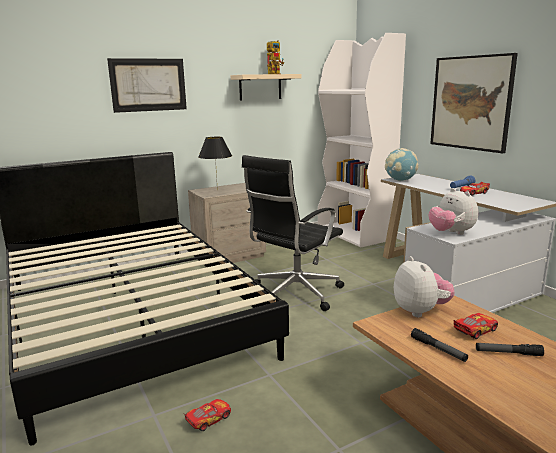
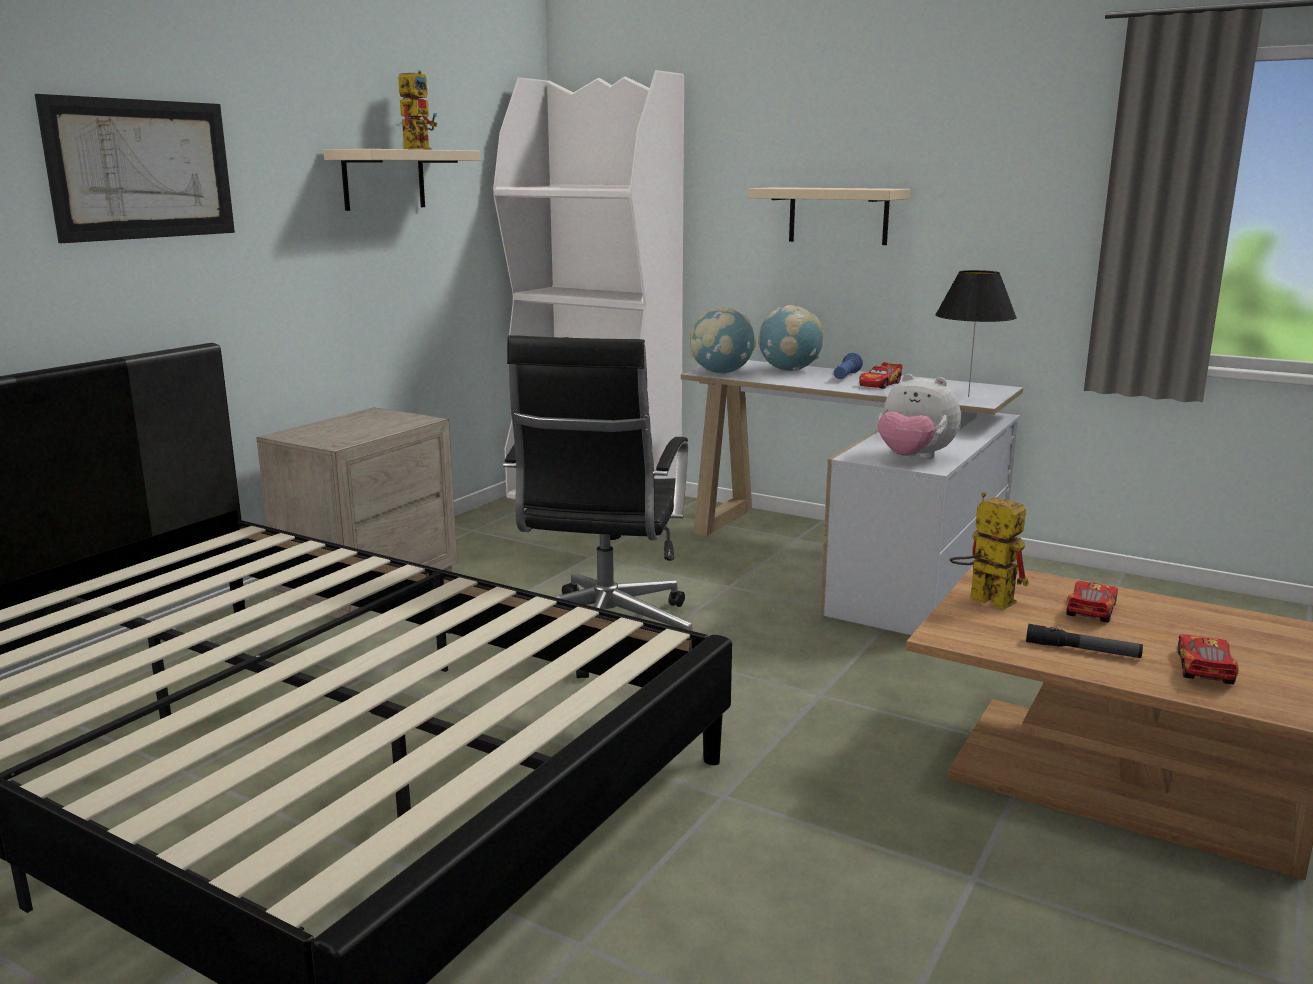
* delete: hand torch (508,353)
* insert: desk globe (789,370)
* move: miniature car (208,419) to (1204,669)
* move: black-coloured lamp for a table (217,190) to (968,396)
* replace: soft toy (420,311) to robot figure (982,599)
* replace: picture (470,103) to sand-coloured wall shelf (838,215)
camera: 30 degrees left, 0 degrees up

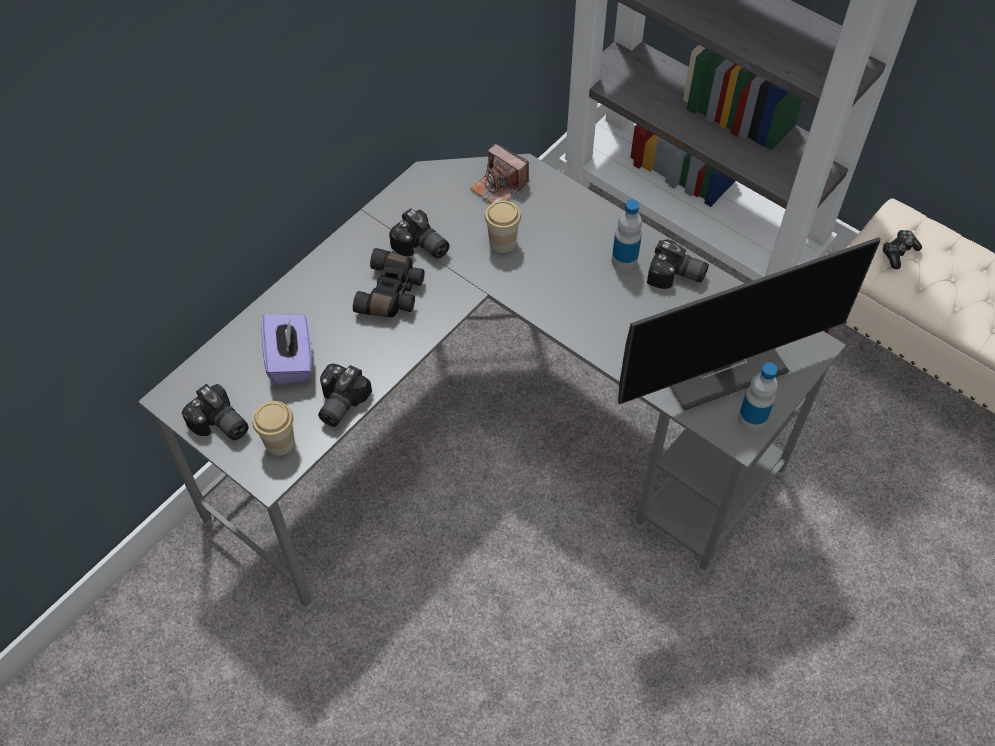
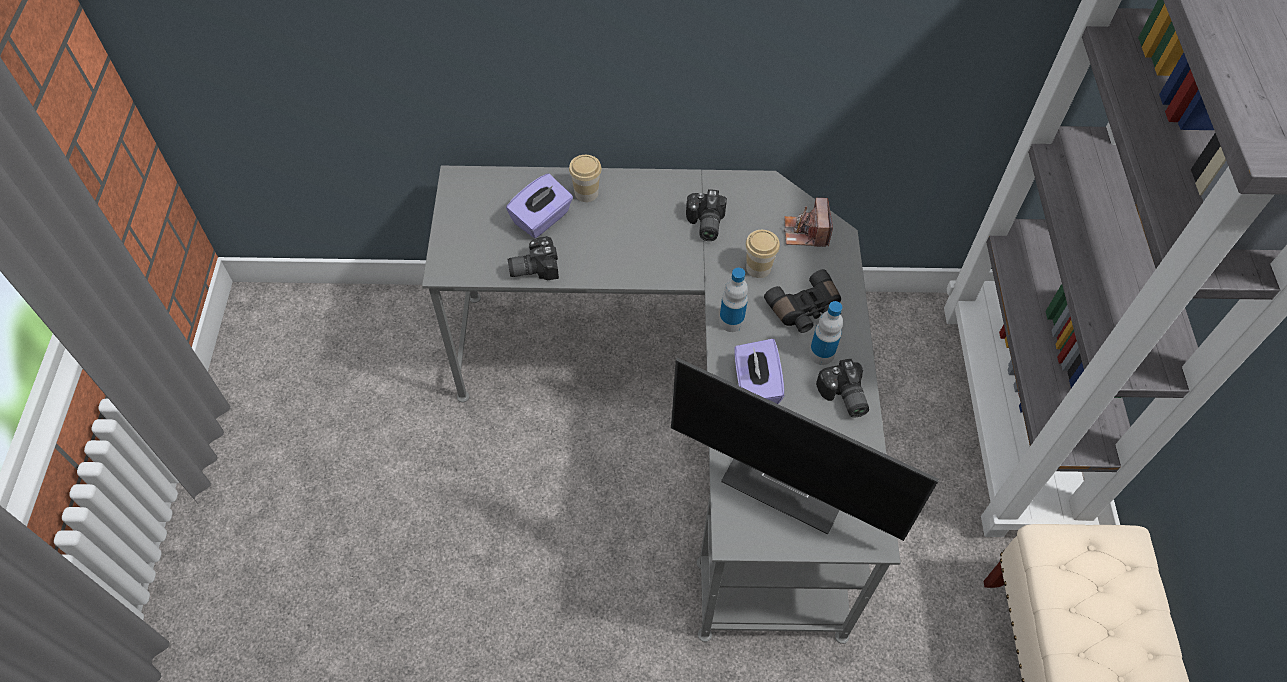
* delete: still camera (219,425)
* delete: game controller (898,252)
* insert: purple box of tissues (755,385)
* move: drinking cup (279,442) to (586,193)
* move: black-coloured binoculars (392,293) to (806,311)
* move: bottle (752,419) to (731,321)
camera: 50 degrees right, 0 degrees up

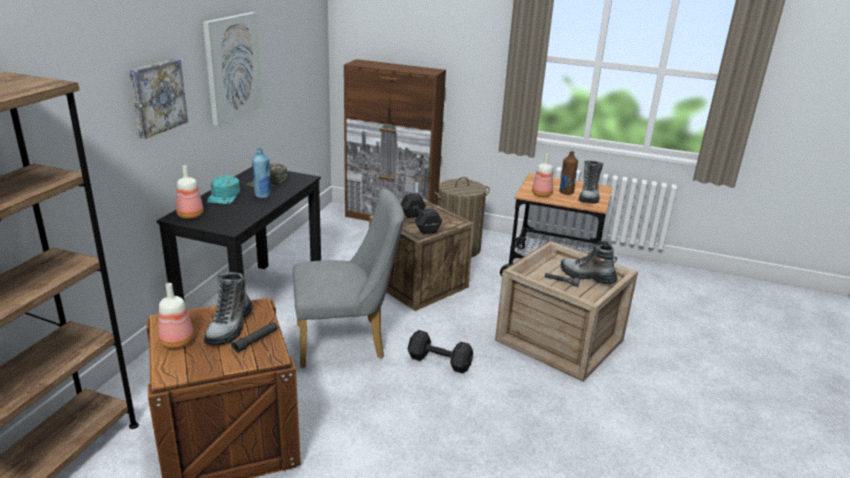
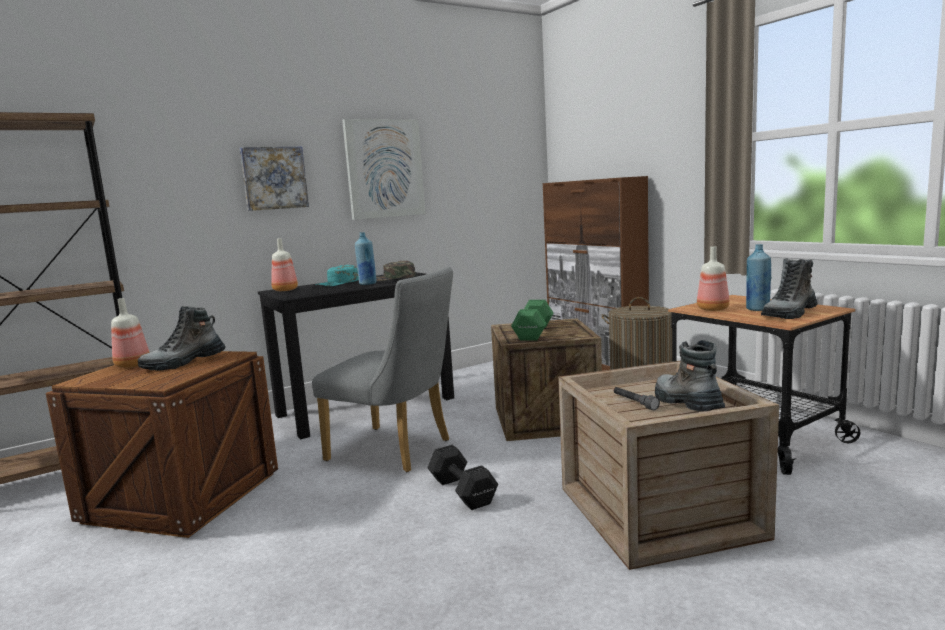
* delete: black-coloured hand torch (256,340)
* recolor: black-coloured hand weight (420,224) to green hand weight (532,333)
* recolor: brownish bottle (566,192) to blue bottle (757,309)
camera: 40 degrees right, 15 degrees down

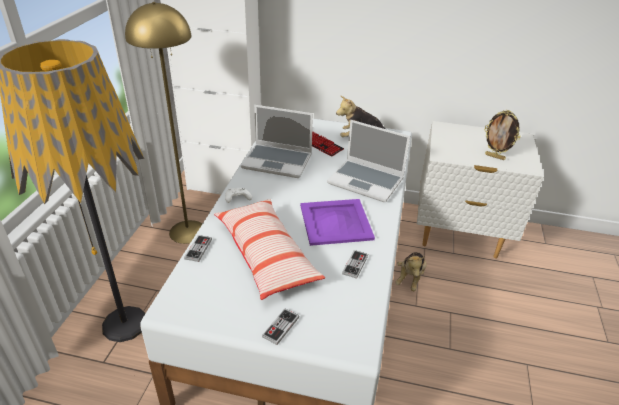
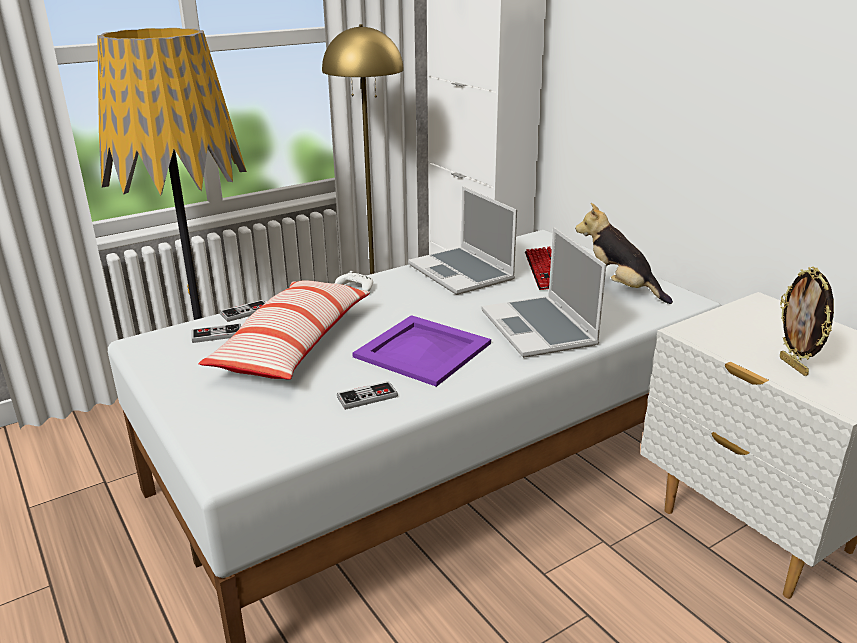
* delete: soft toy (410,278)
* move: game controller (280,327) to (217,335)
camera: 45 degrees right, 10 degrees down

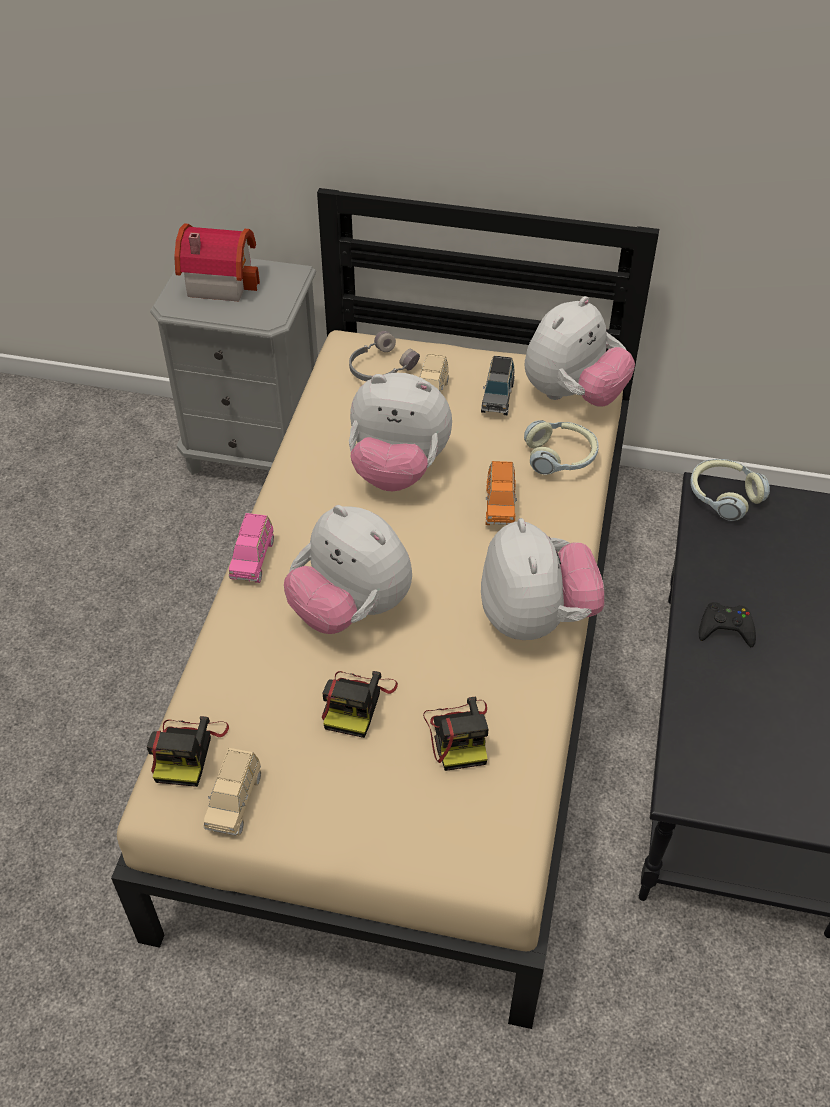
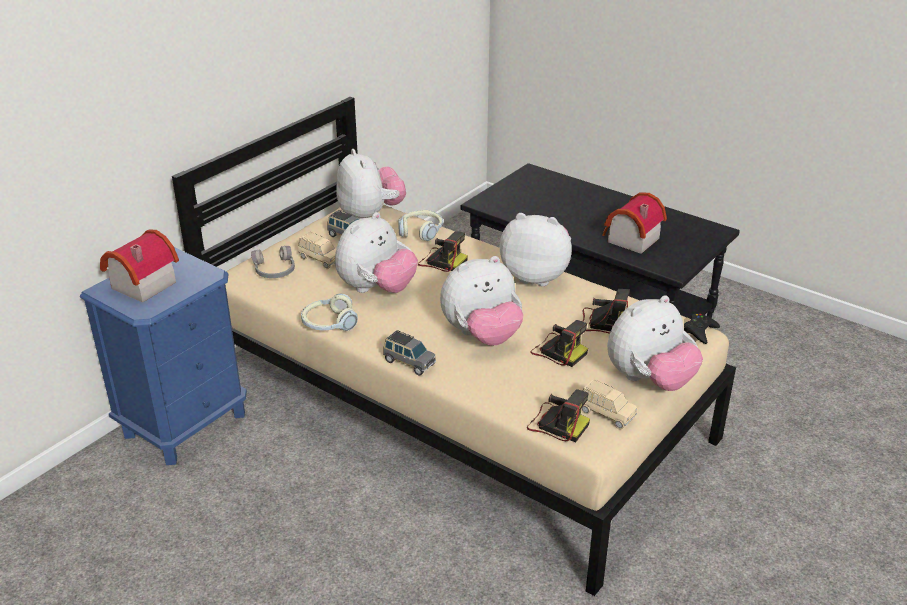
* insert: toy house (629,239)
* insert: soft toy (649,380)
* move: headphones (723,496) to (329,324)
* move: black-coloured game controller (725,628) to (700,331)
* replace: orange miniature car (500,505) to still camera (442,261)
* recolor: grey night table (255,451) to blue night table (185,424)
* recolor: pinkish miniature car (252,559) to grey miniature car (409,363)
camera: 65 degrees left, 15 degrees down

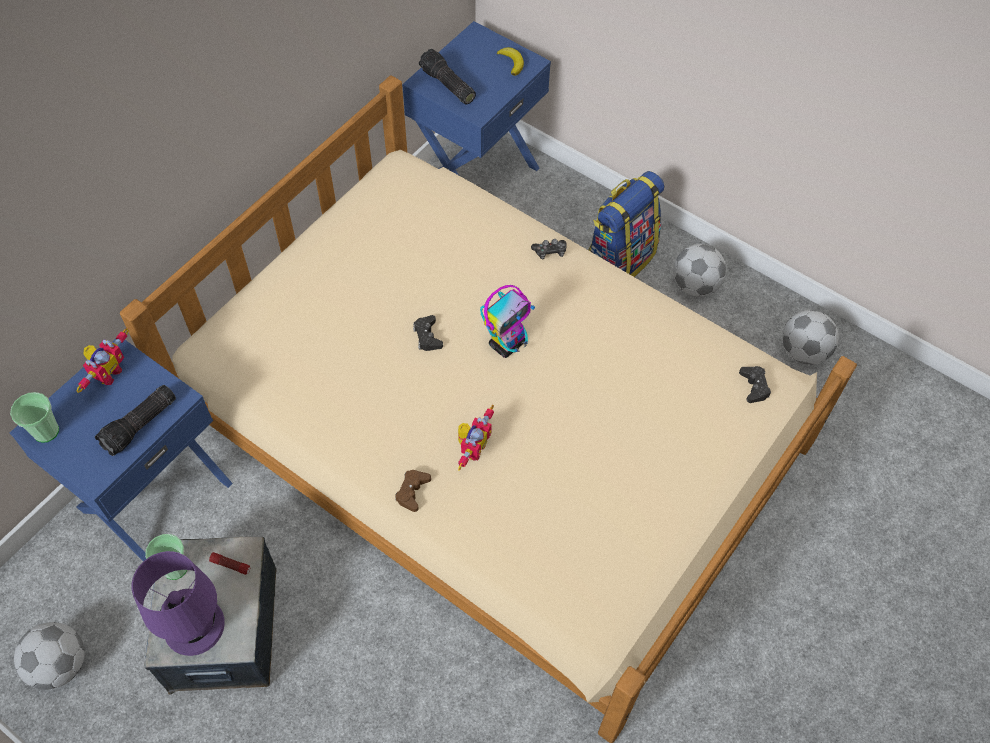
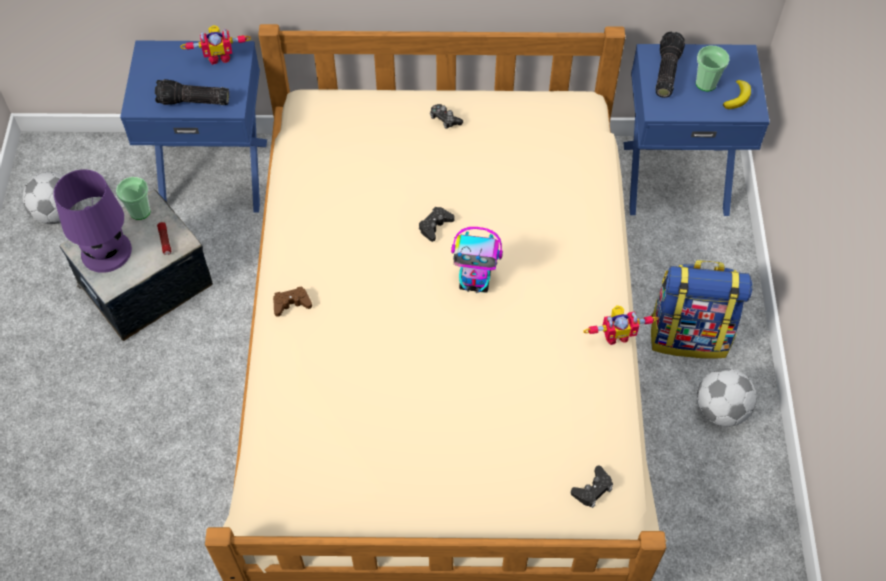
* delete: football (803,352)
* move: drinking cup (46,431) to (706,83)
* move: robot figure (472,448) to (616,334)
* move: game controller (550,252) to (444,119)
camera: 55 degrees right, 0 degrees up

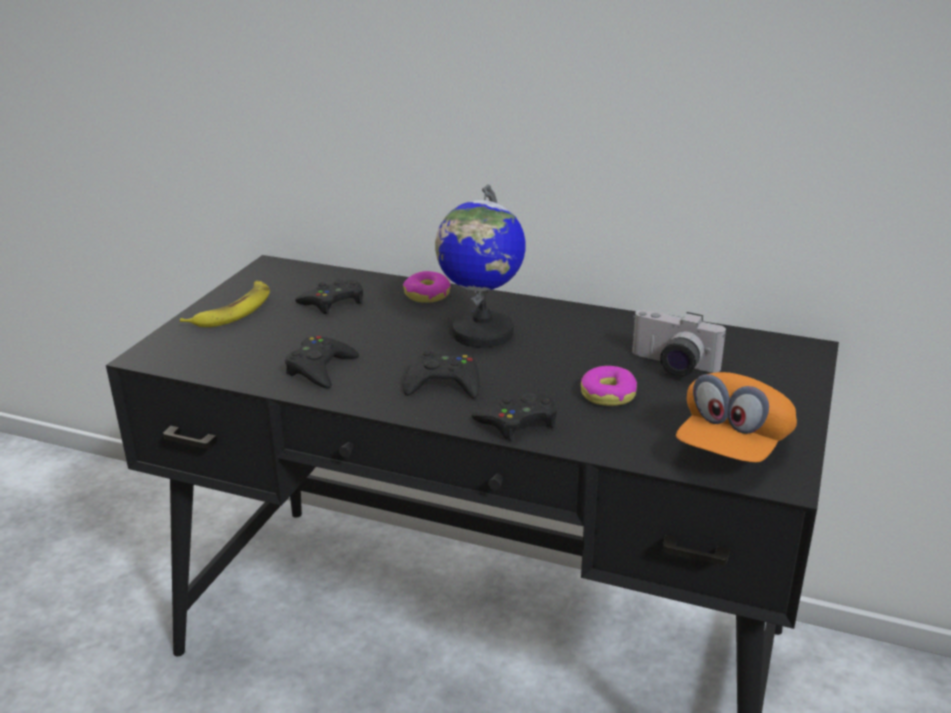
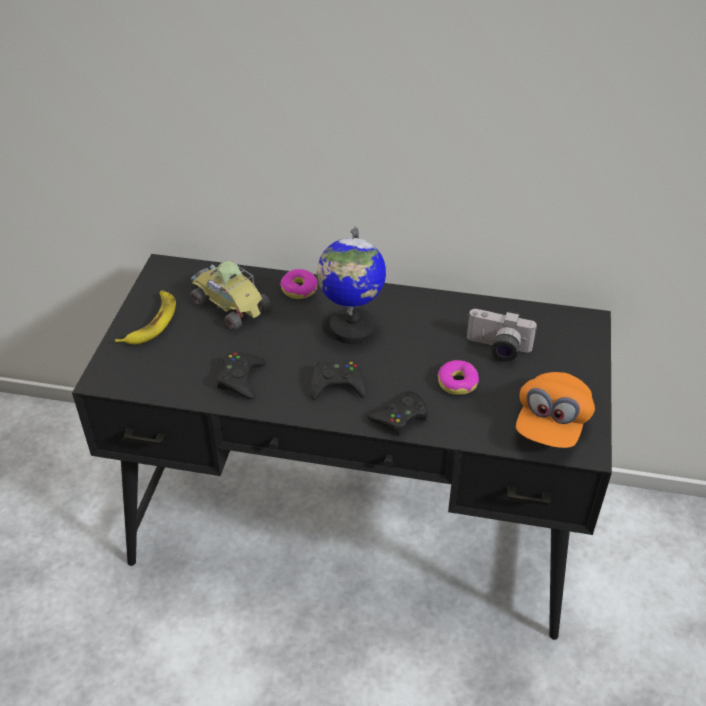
* replace: black-coloured game controller (333,302) to miniature car (228,305)
camera: 10 degrees left, 15 degrees up

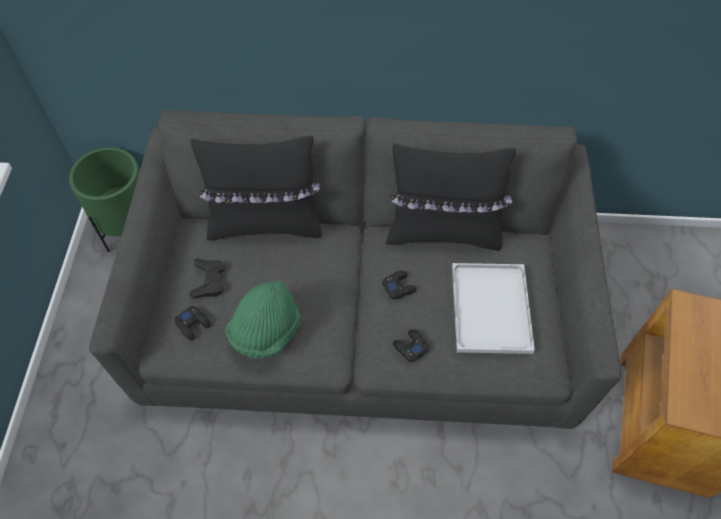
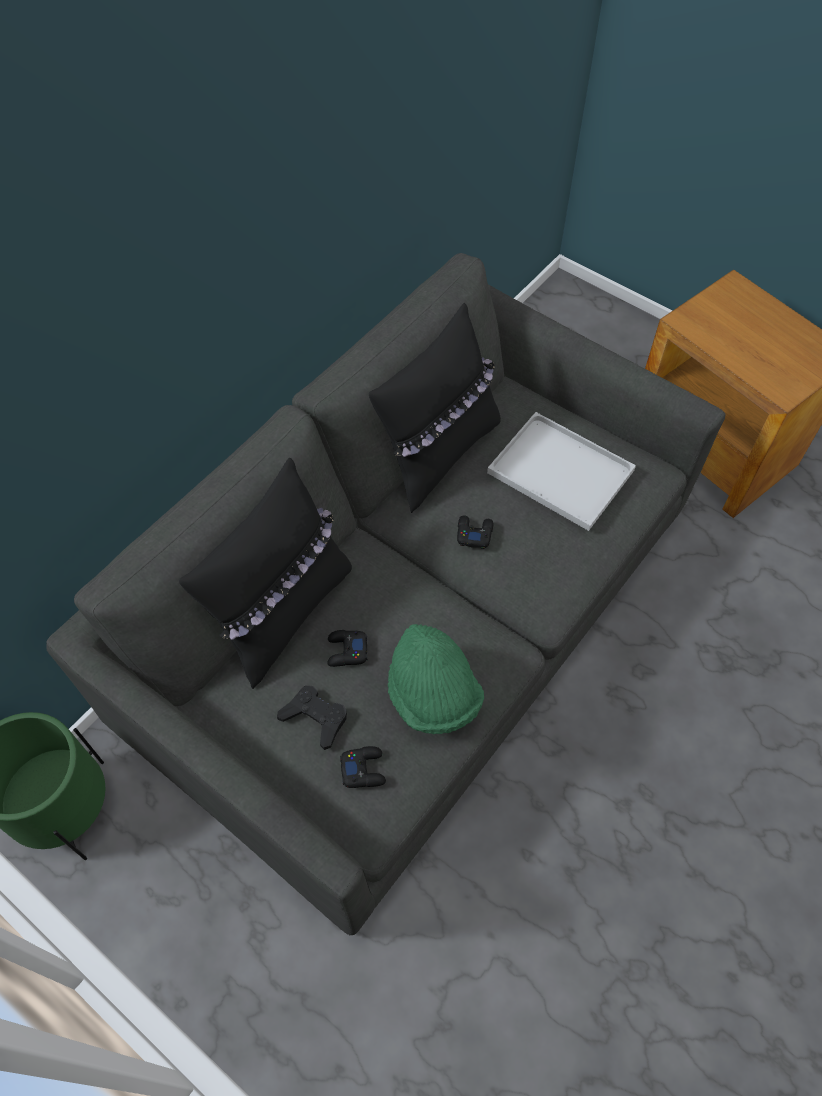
* move: black-coloured game controller (410,347) to (346,651)
camera: 55 degrees left, 0 degrees up

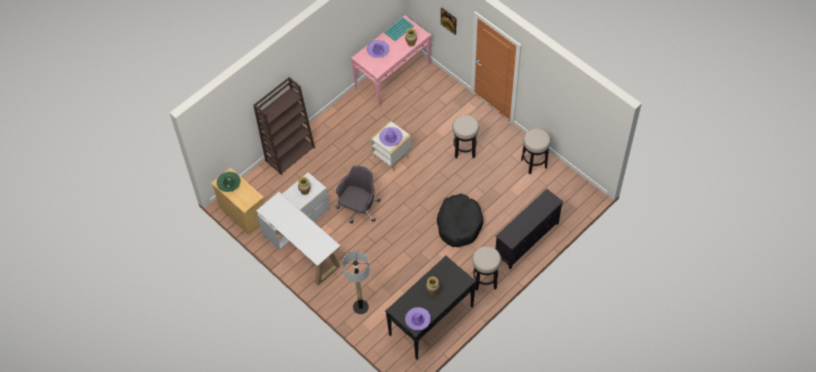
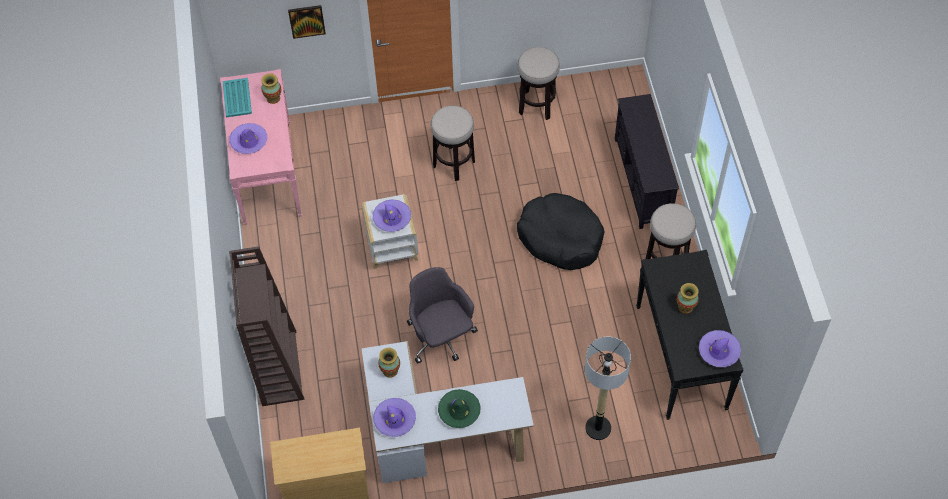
* insert: purple wearable hat (395,419)
* move: green wearable hat (229,183) to (459,411)
camera: 55 degrees left, 0 degrees up

